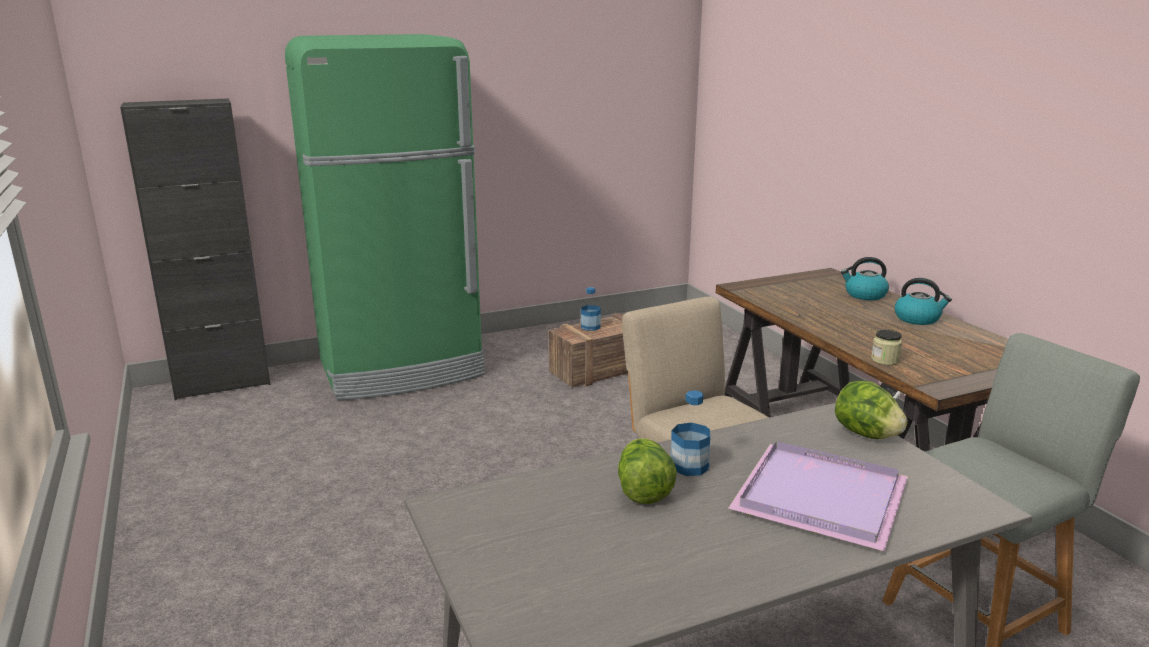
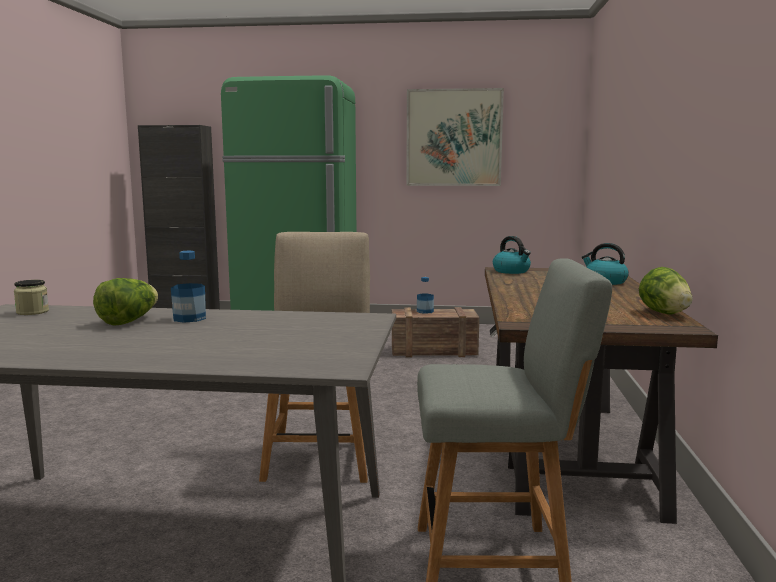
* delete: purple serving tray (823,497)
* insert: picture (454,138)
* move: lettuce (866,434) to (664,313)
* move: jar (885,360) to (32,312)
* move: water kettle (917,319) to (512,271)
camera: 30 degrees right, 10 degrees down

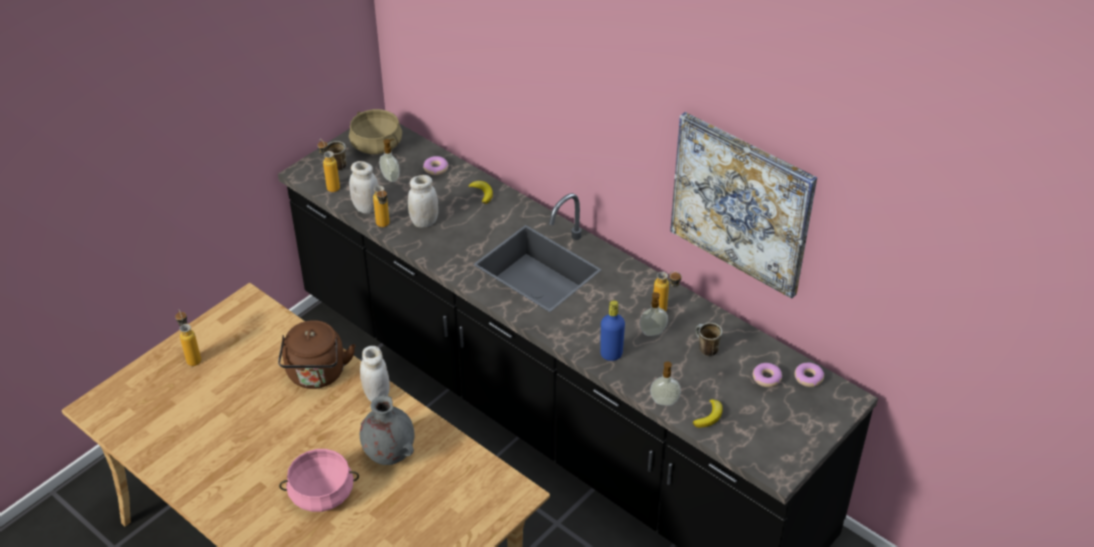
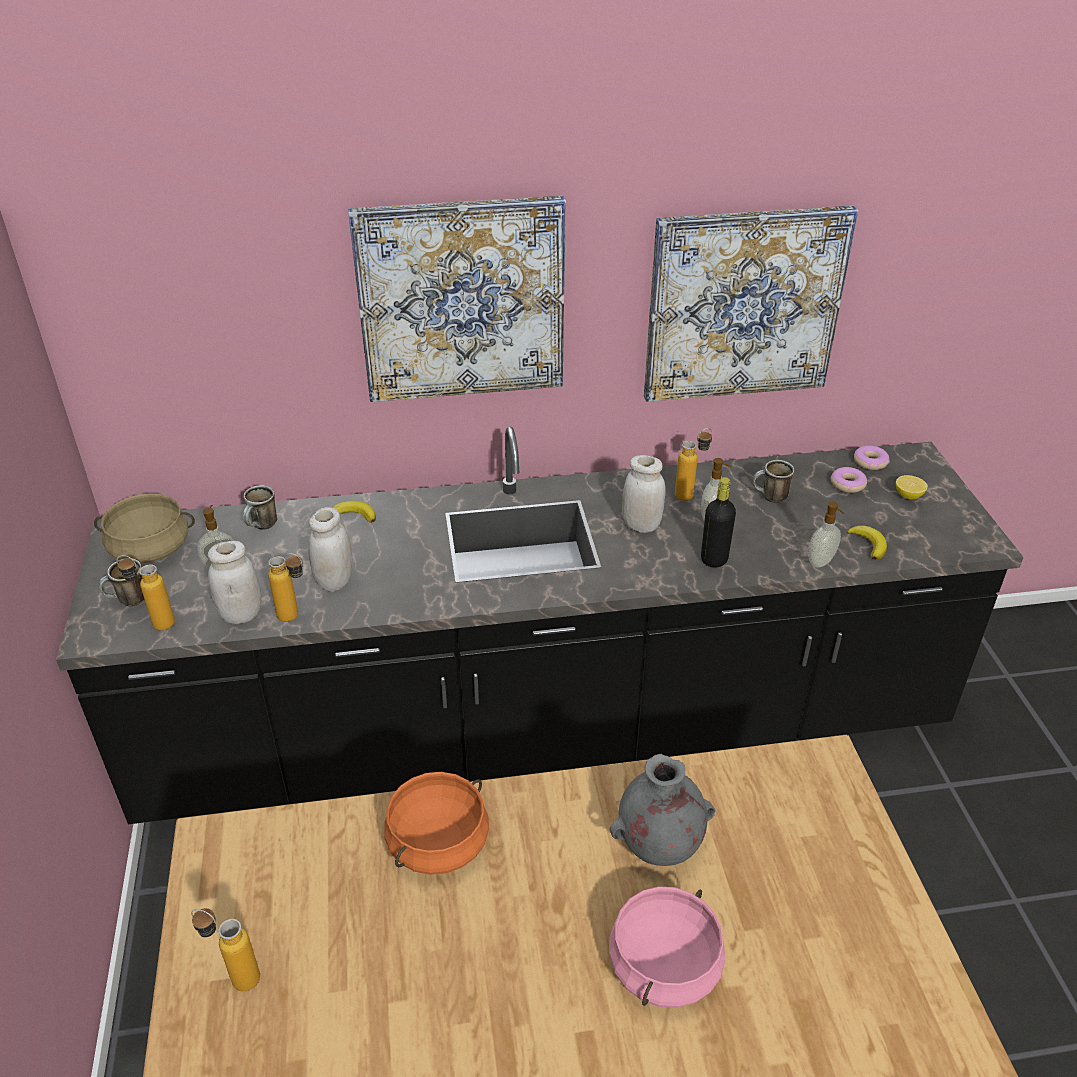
* insert: picture (462,300)
* insert: lemon (908,495)
* move: white-coloured jar (377,394) to (641,525)
* replace: brownish water kettle (316,375) to orange saucepot (438,843)
* replace: ring doughnut (436,168) to tea mug (262,526)
* recolor: blue bottle (611,354) to black-coloured bottle (714,559)
camera: 50 degrees left, 5 degrees down

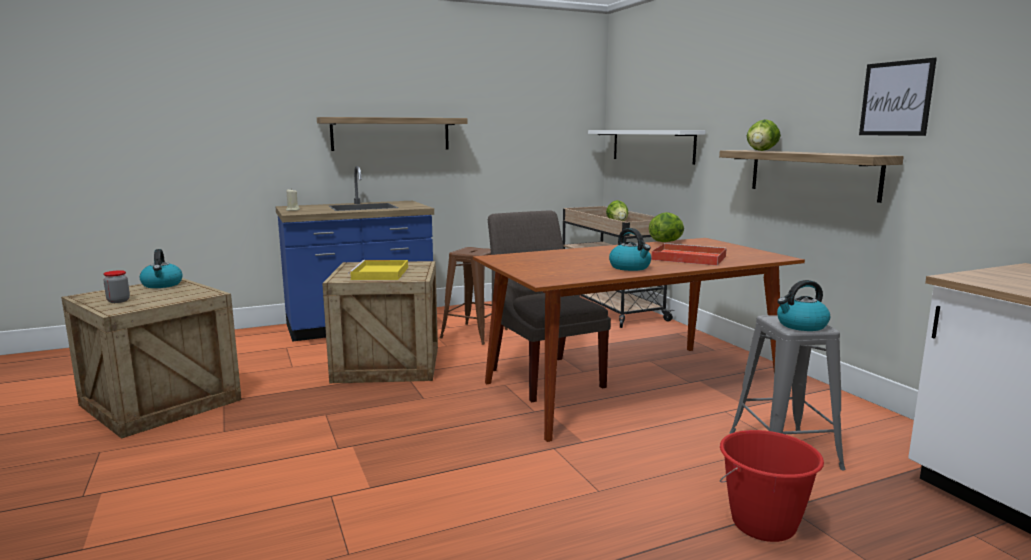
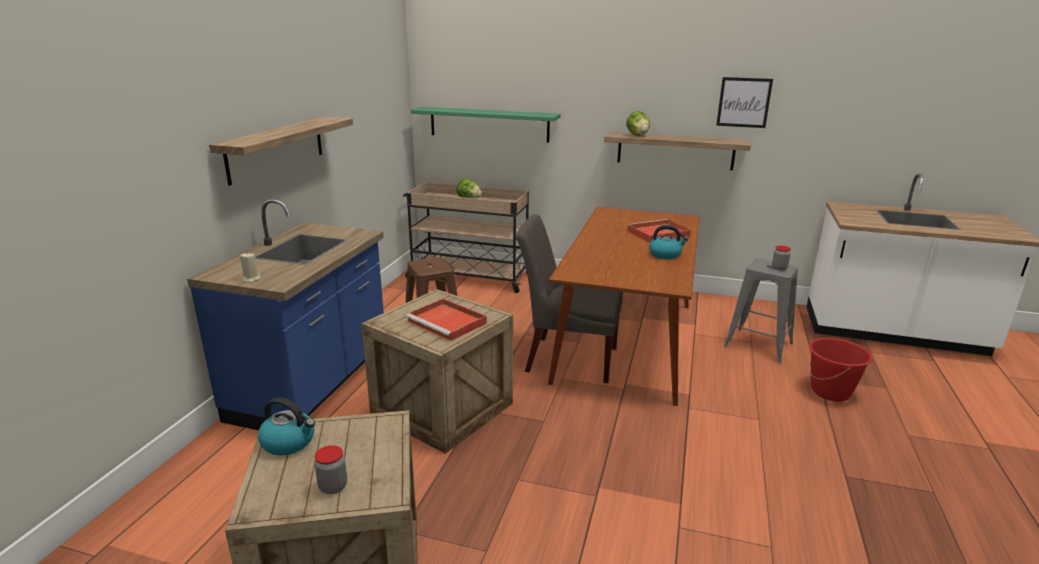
* delete: lettuce (667,242)
* replace: water kettle (801,325) to jar (779,268)
* recolor: yellow-coloured serving tray (380,273) to red serving tray (448,322)
* recolor: white-coloured wall shelf (652,145) to green wall shelf (489,124)
camera: 50 degrees left, 10 degrees up

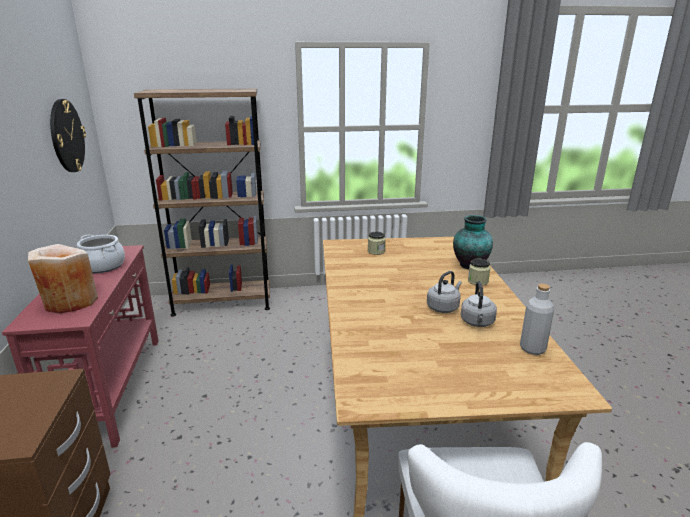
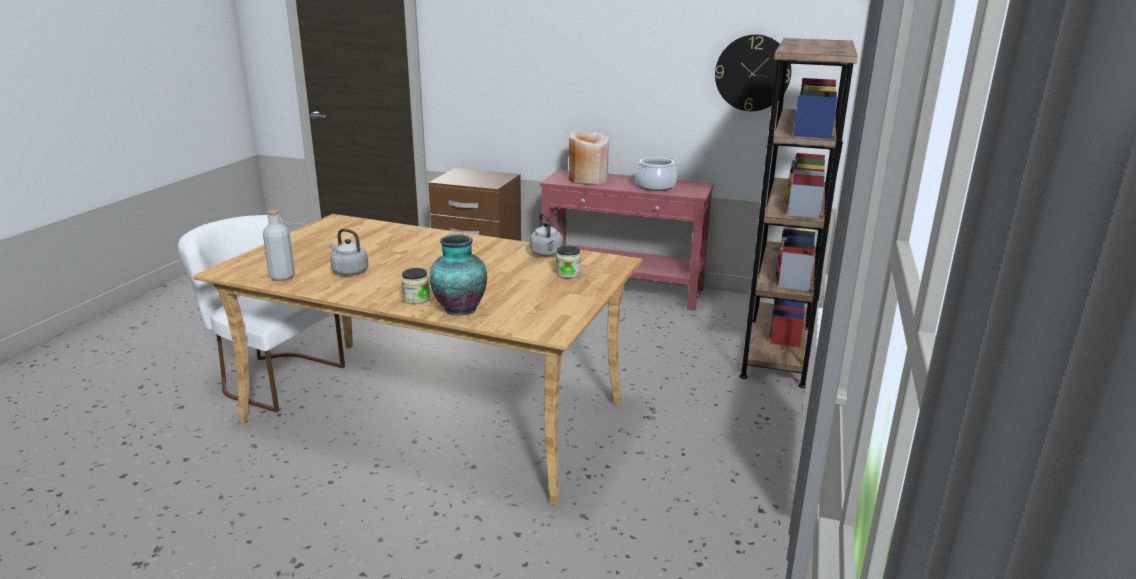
* move: grey water kettle (443,307) to (546,254)
camera: 115 degrees right, 0 degrees up

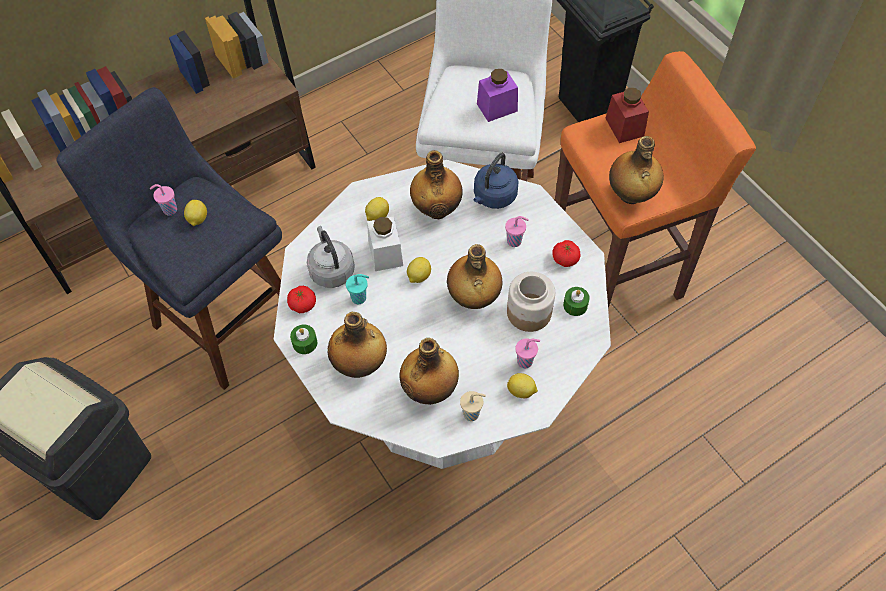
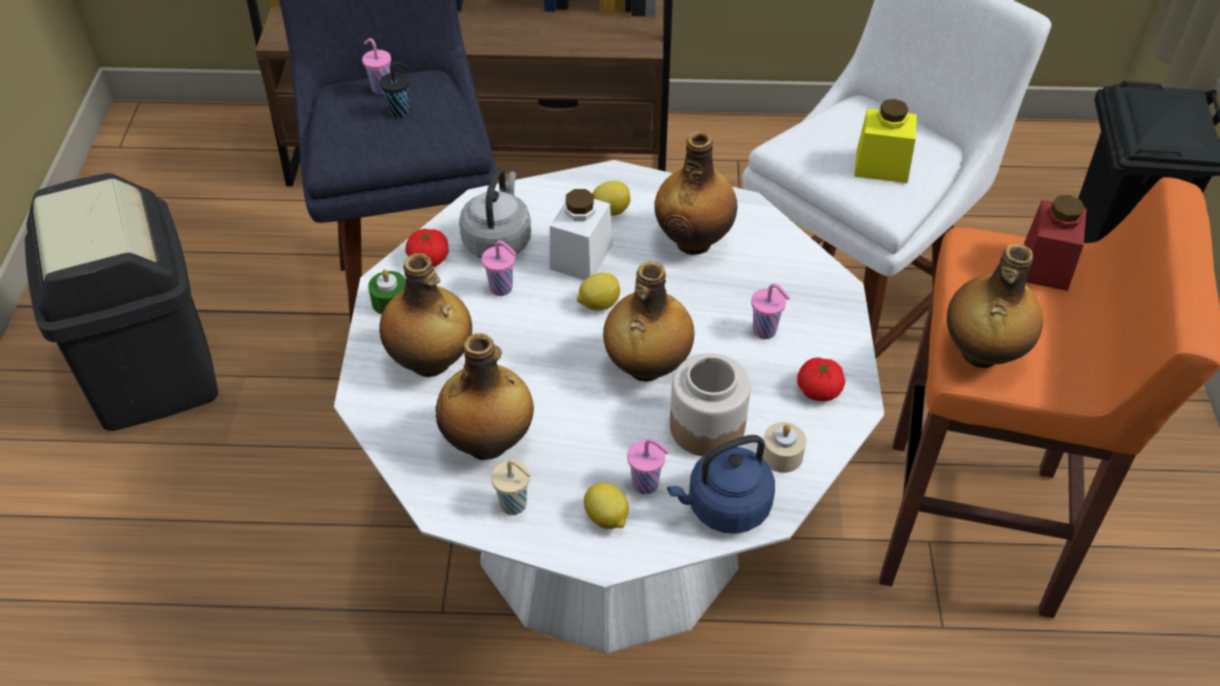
* move: blue water kettle (493,197) to (724,507)
* replace: lemon (197,219) to black-coloured drinking cup (400,111)
* recolor: turquoise-coloured drinking cup (360,298) to pinkish drinking cup (502,288)
* recolor: purple jar (497,107) to yellow-coloured jar (881,166)
* recolor: green wax light (575,305) to sand-coloured wax light (782,455)
camera: 35 degrees right, 10 degrees down

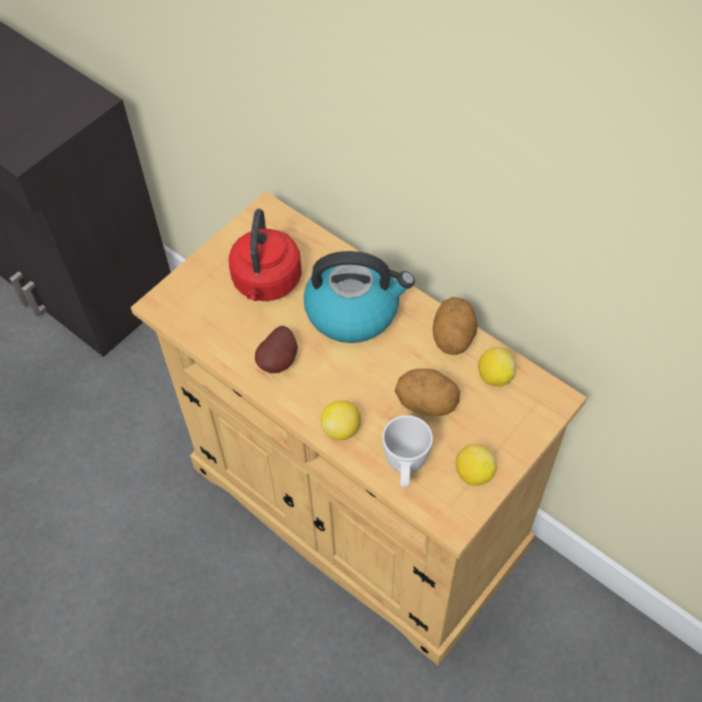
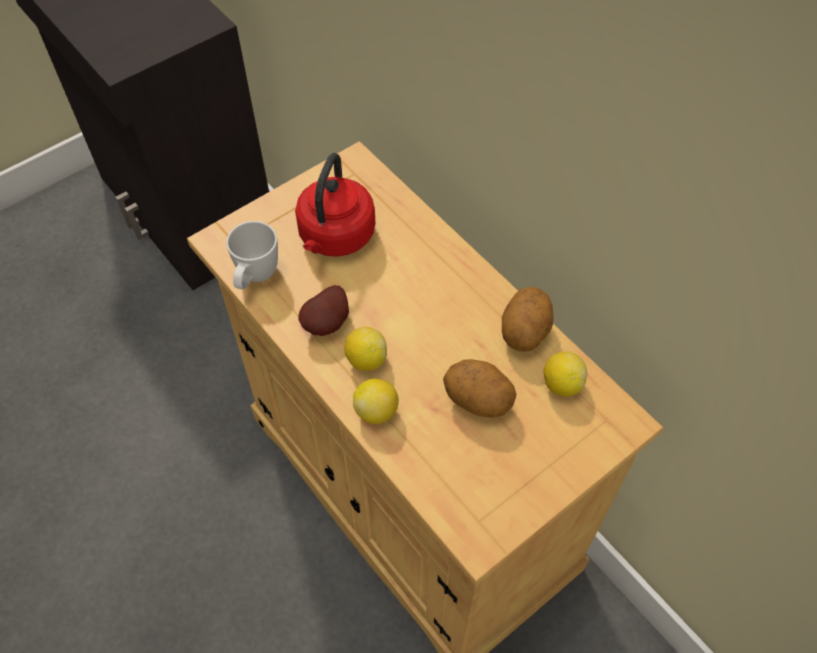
* delete: water kettle (354,311)
* move: white-coloured tea mug (405,468) to (255,278)
* move: lemon (473,473) to (366,359)
camera: 10 degrees right, 0 degrees up

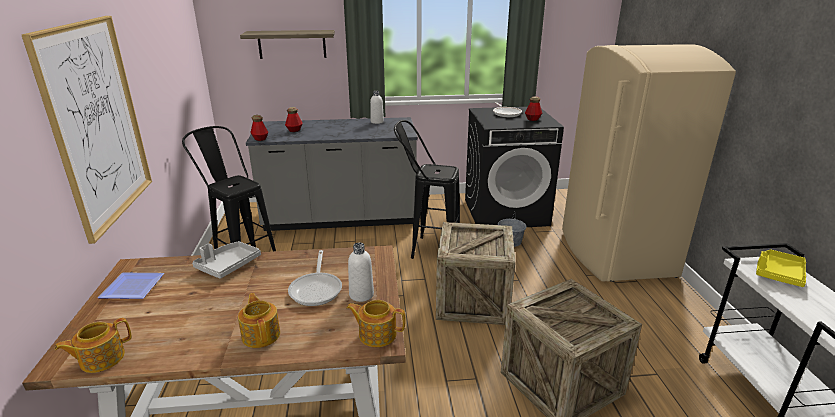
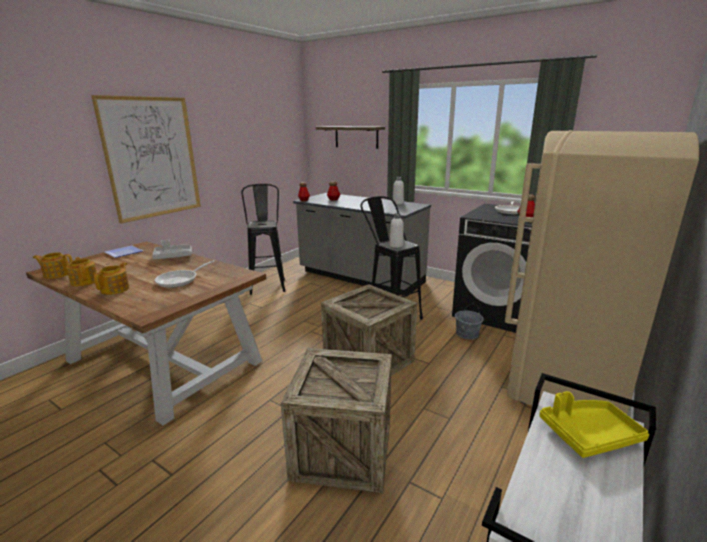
* move: teapot (376,334) to (85,281)
* move: white-coloured bottle (361,294) to (396,245)
camera: 40 degrees right, 5 degrees down

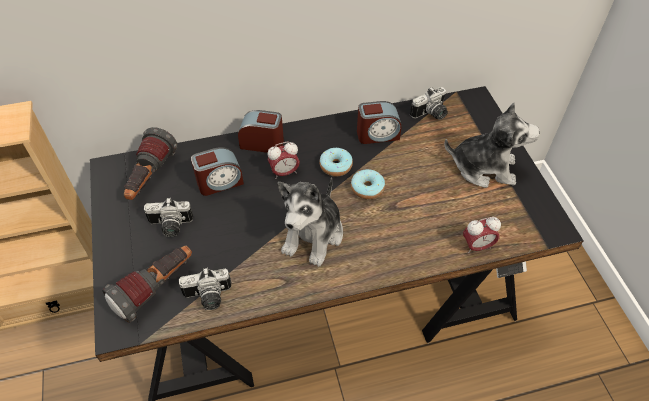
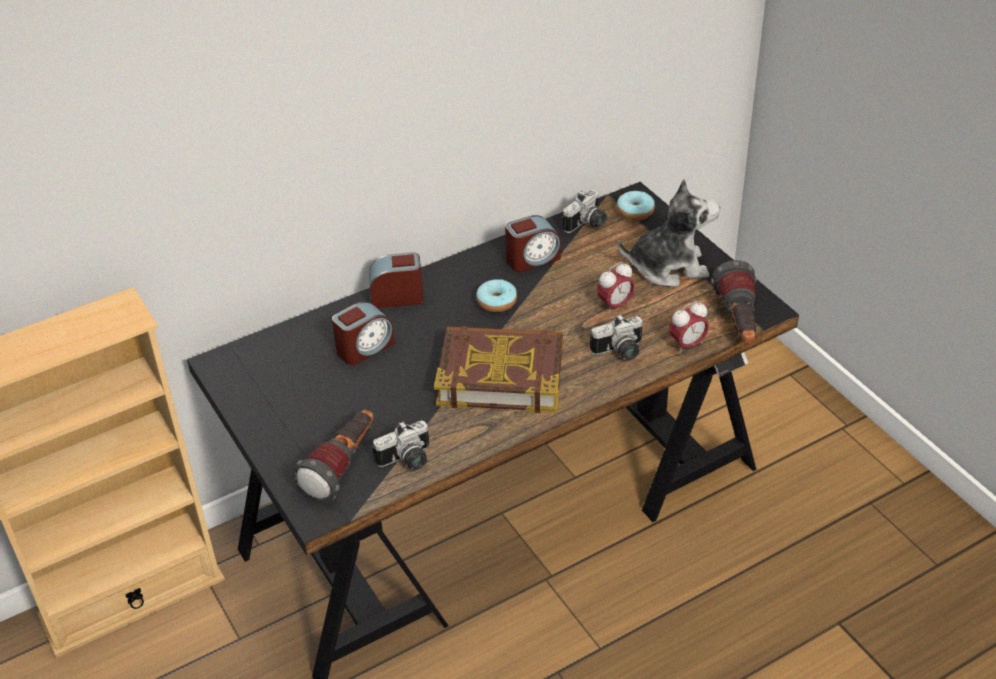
* move: hand torch (150,178) to (738,323)
* move: still camera (170,226) to (620,352)
* move: bedside clock (284,172) to (615,305)
* move: ring doughnut (367,188) to (635,211)
* replace: soft toy (313,235) to volume (500,375)
camera: 15 degrees left, 10 degrees down

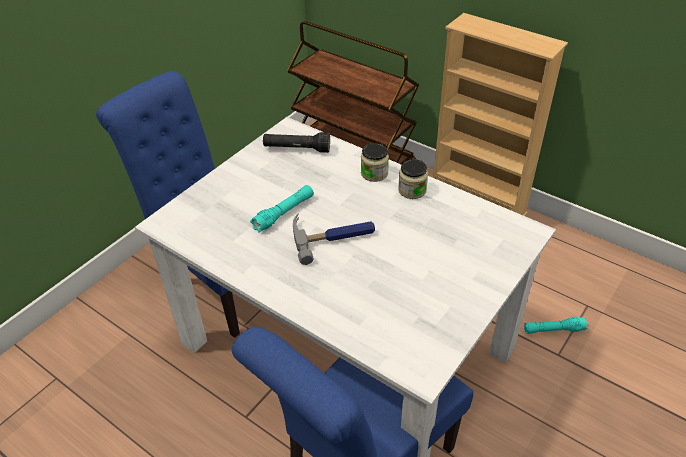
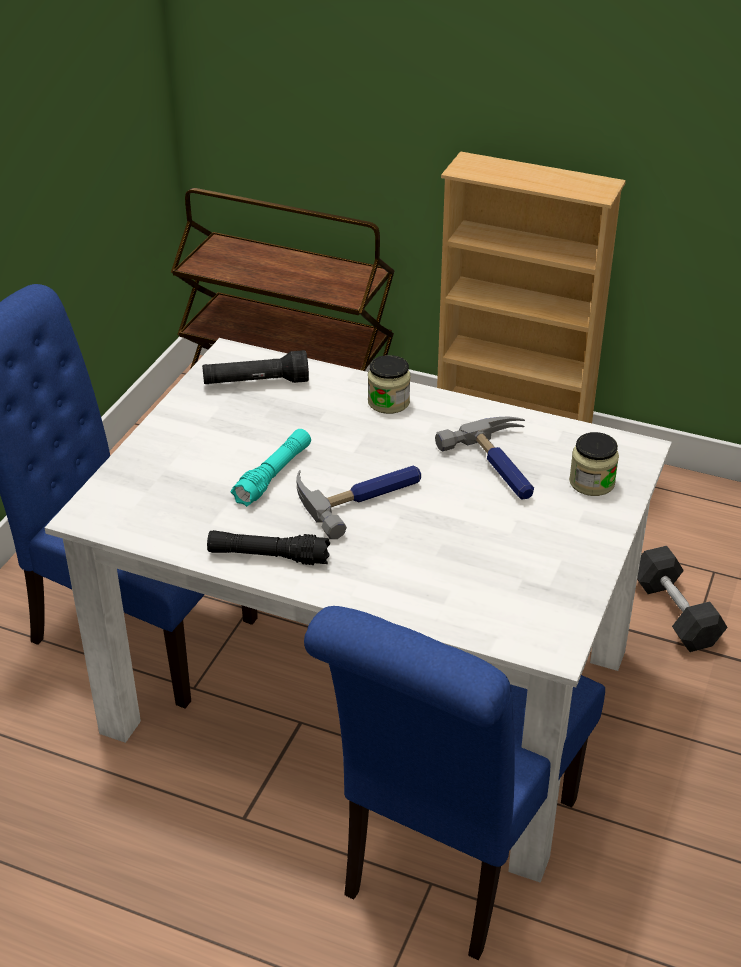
* insert: black-coloured hand torch (268,556)
* insert: hand hammer (502,466)
* move: jar (412,190) to (591,482)
* replace: turquoise-coloured hand torch (553,330) to grey hand weight (674,613)
camera: 15 degrees left, 5 degrees down

